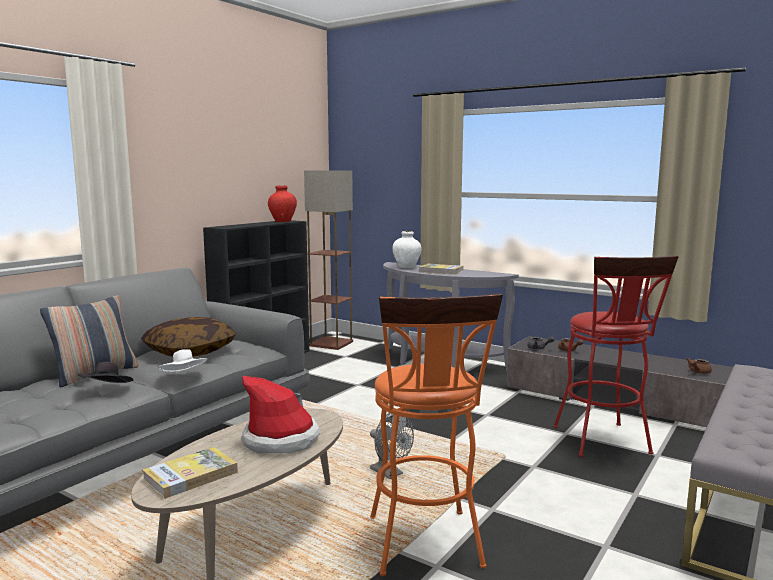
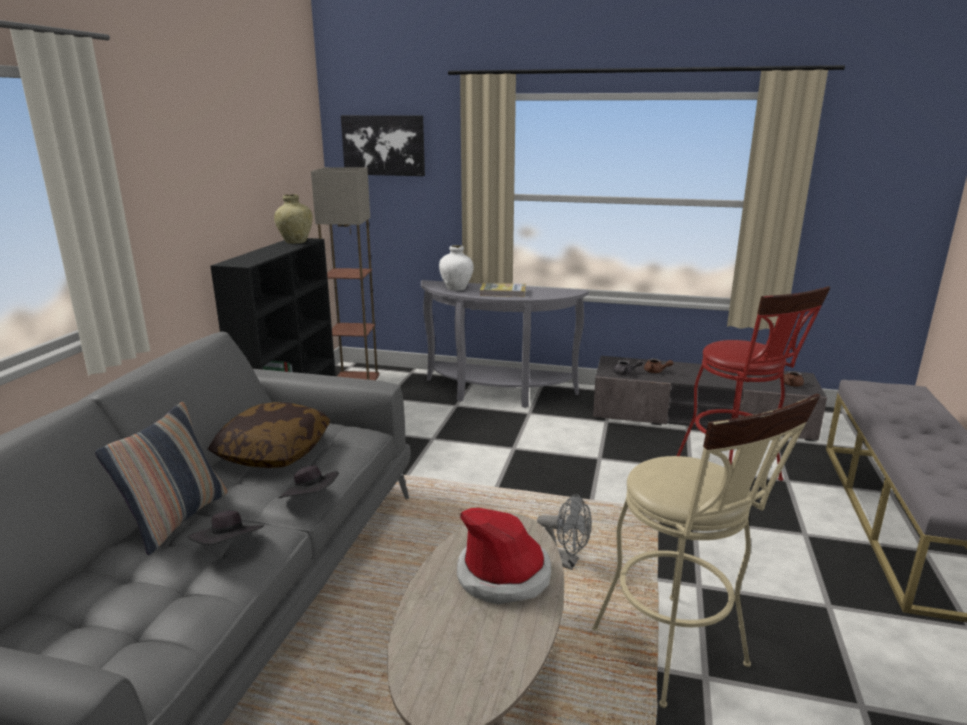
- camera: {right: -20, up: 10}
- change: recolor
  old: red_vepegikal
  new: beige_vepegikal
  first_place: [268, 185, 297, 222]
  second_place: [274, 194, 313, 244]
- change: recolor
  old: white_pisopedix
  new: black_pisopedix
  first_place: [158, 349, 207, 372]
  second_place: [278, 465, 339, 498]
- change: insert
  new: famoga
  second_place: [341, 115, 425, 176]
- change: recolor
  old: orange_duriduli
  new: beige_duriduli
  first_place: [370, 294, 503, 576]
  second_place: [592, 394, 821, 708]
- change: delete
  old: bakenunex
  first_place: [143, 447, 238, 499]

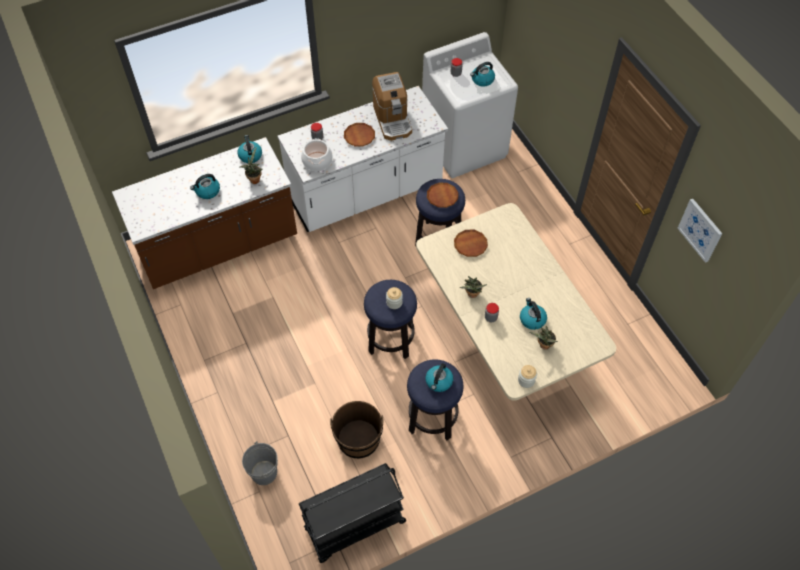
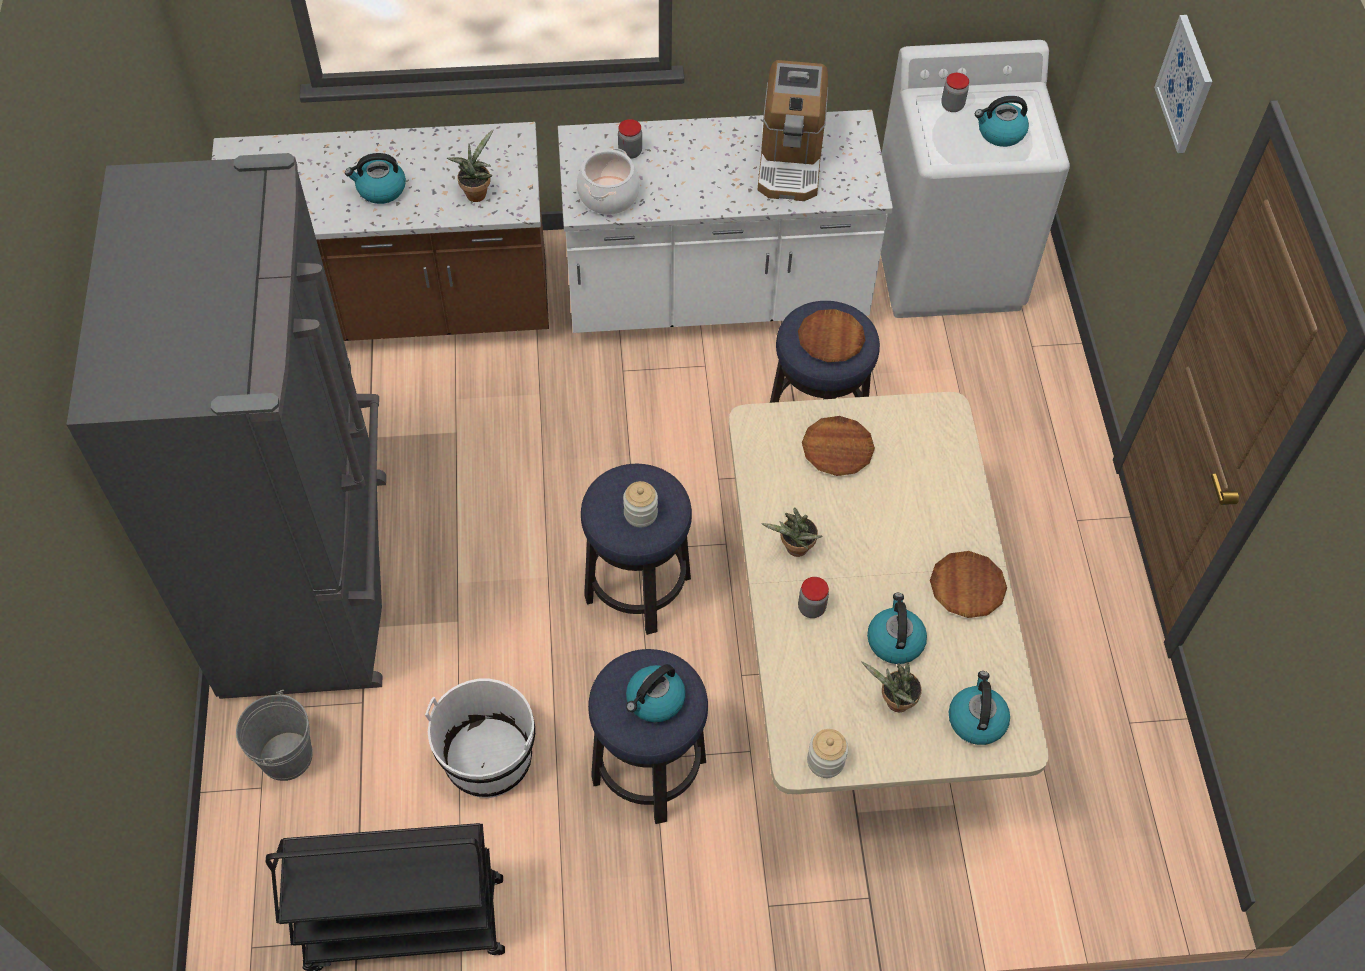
- camera: {right: 20, up: 0}
- change: insert
  new: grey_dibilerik
  second_place: [67, 153, 386, 699]
- change: recolor
  old: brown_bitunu
  new: white_bitunu
  first_place: [330, 401, 383, 459]
  second_place: [425, 678, 535, 798]
- change: move
  old: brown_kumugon
  first_place: [344, 123, 375, 146]
  second_place: [930, 551, 1007, 618]
- change: move
  old: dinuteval
  first_place: [237, 135, 262, 163]
  second_place: [949, 671, 1010, 745]
- change: move
  old: famoga
  first_place: [678, 199, 722, 263]
  second_place: [1154, 15, 1212, 153]

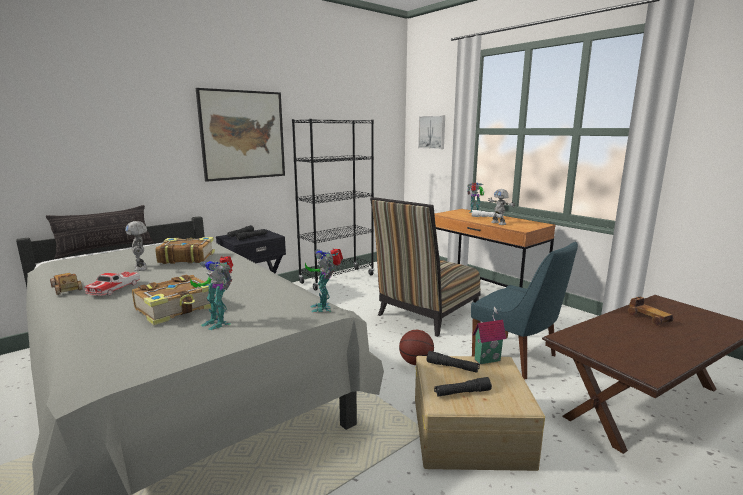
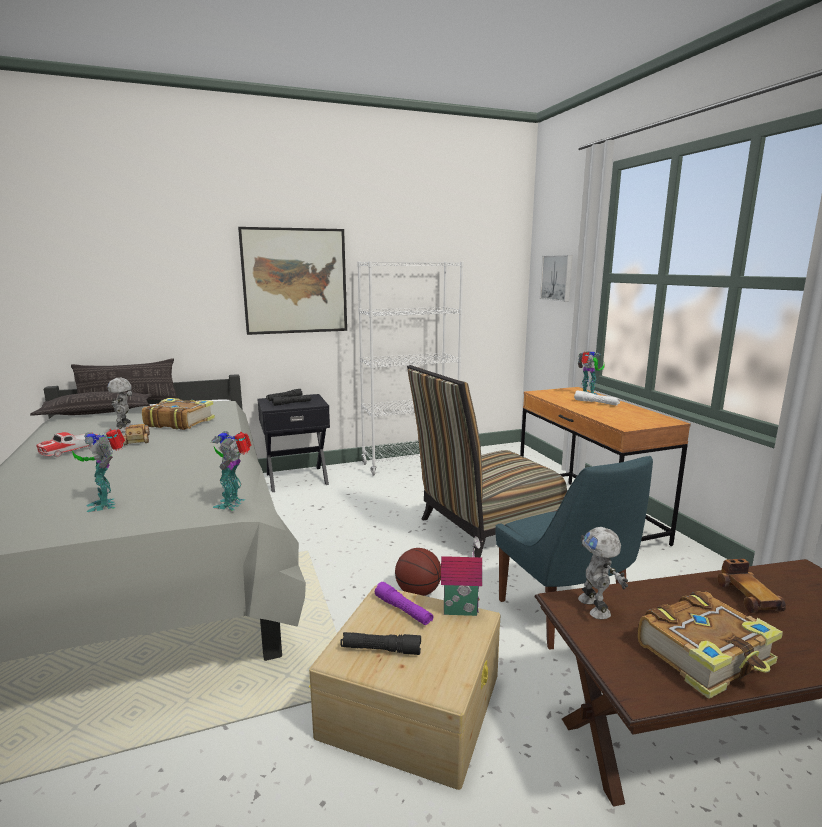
- camera: {right: 20, up: 0}
- change: insert
  new: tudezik
  second_place: [30, 391, 152, 416]
- change: move
  old: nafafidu
  first_place: [50, 273, 82, 295]
  second_place: [123, 424, 150, 445]
- change: recolor
  old: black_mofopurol
  new: white_mofopurol
  first_place: [292, 119, 374, 291]
  second_place: [357, 261, 464, 476]
- change: recolor
  old: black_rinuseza
  new: purple_rinuseza
  first_place: [427, 351, 480, 372]
  second_place: [375, 582, 433, 626]
- change: move
  old: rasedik
  first_place: [488, 189, 515, 225]
  second_place: [578, 527, 628, 619]
- change: move
  old: bakenunex
  first_place: [132, 274, 211, 325]
  second_place: [638, 591, 783, 699]

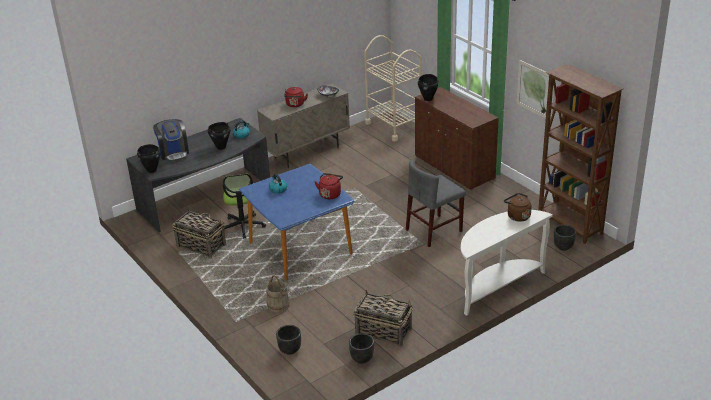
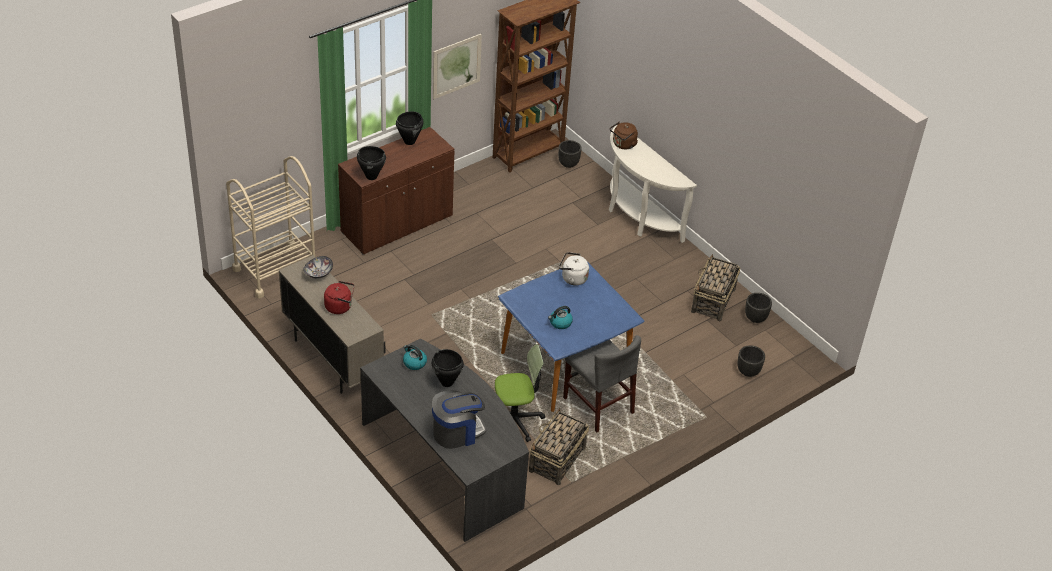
- camera: {right: -95, up: 10}
- change: move
  old: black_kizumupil
  first_place: [137, 144, 161, 173]
  second_place: [396, 111, 423, 145]
- change: recolor
  old: red_dinuteval
  new: white_dinuteval
  first_place: [314, 173, 343, 199]
  second_place: [559, 252, 589, 285]
- change: move
  old: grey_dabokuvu
  first_place: [406, 160, 466, 247]
  second_place: [563, 335, 641, 432]
- change: delete
  old: beige_bitunu
  first_place: [266, 276, 290, 313]

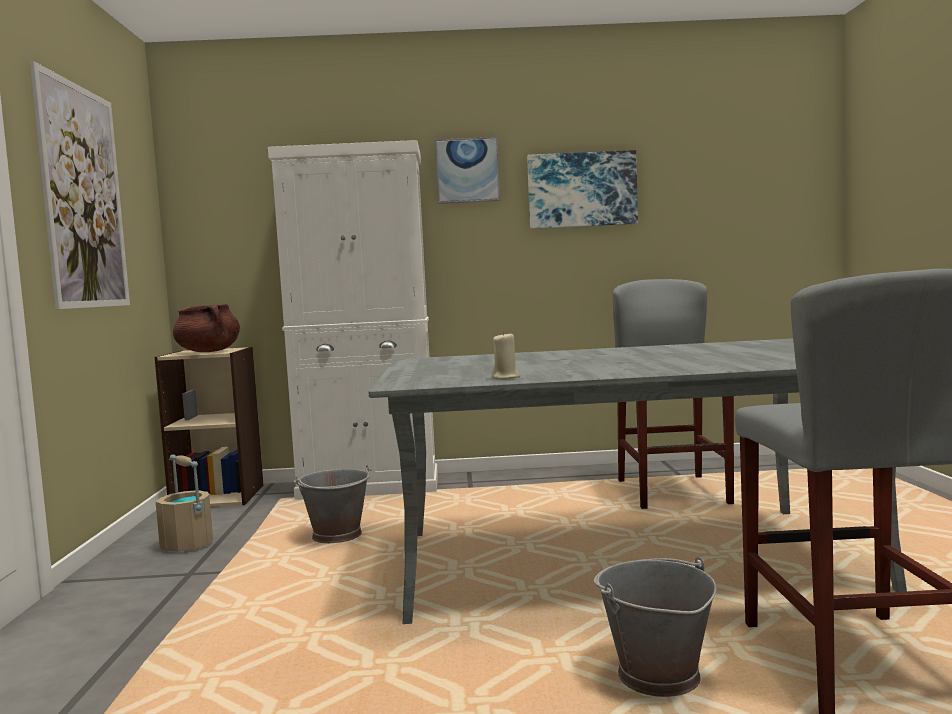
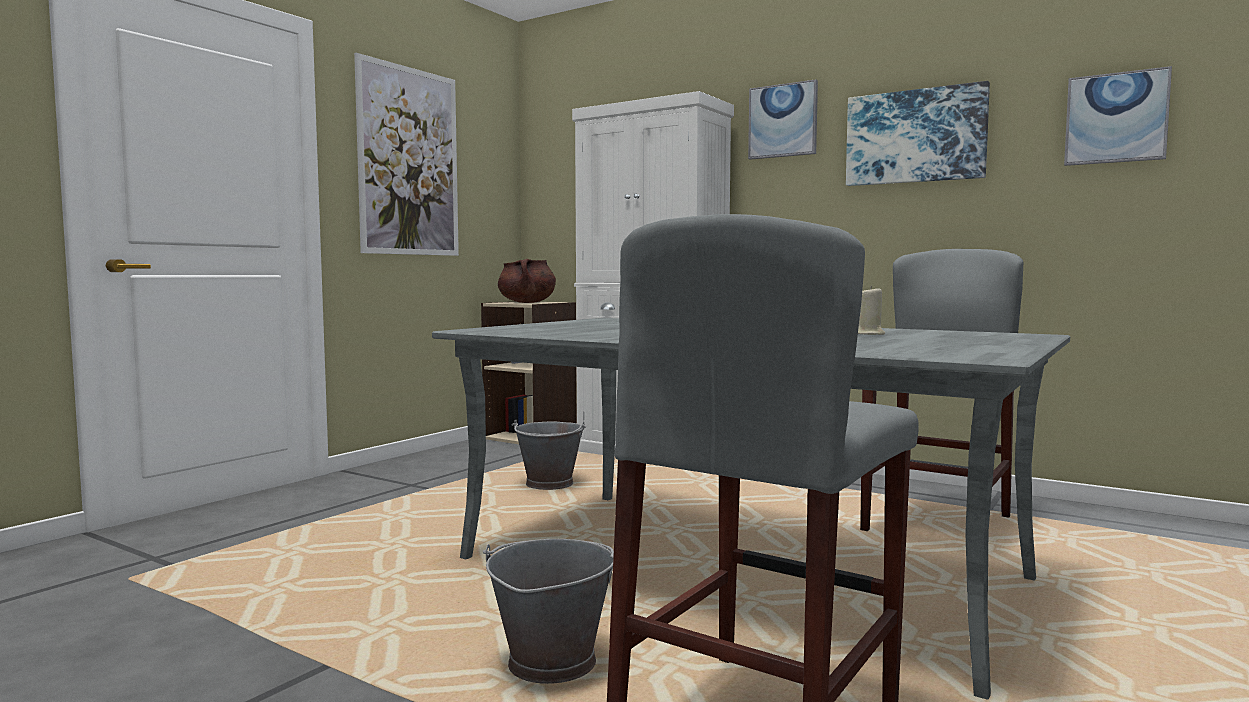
- camera: {right: 35, up: 0}
- change: move
  old: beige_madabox
  first_place: [492, 331, 520, 379]
  second_place: [858, 286, 885, 335]
- change: insert
  new: famoga
  second_place: [1064, 66, 1172, 166]
- change: delete
  old: beige_bitunu
  first_place: [156, 455, 213, 552]

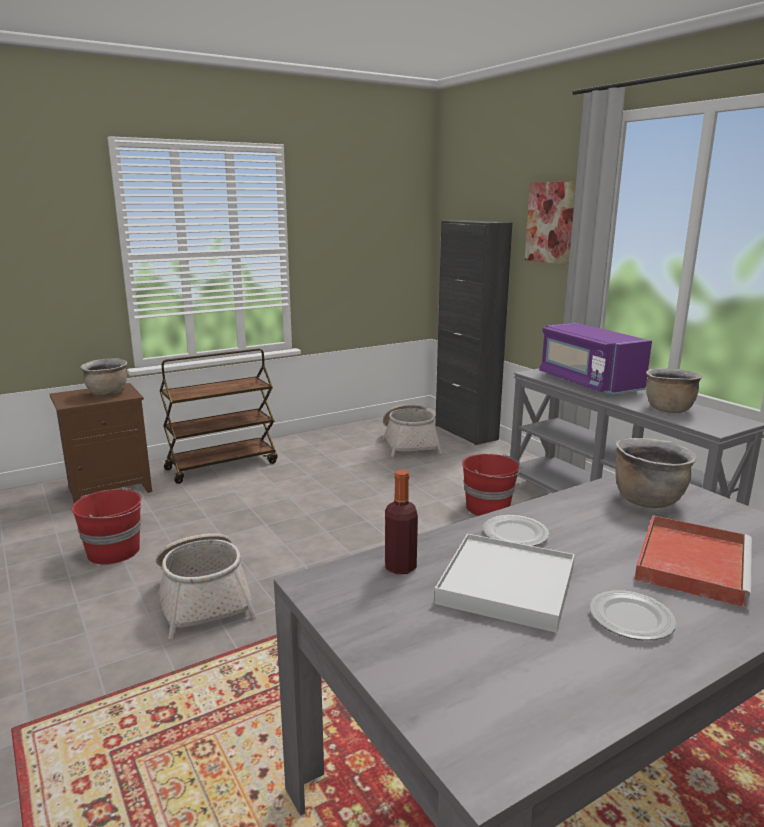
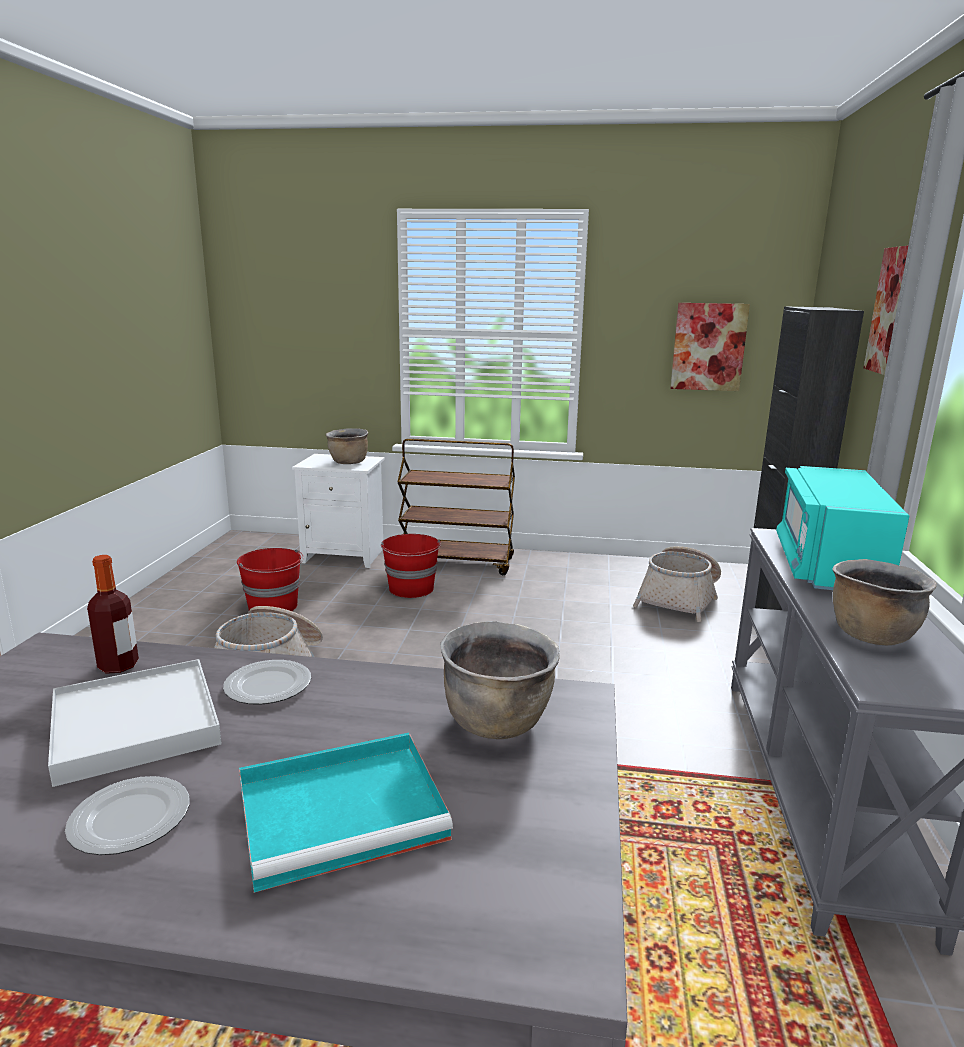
- camera: {right: 40, up: 0}
- change: recolor
  old: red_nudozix
  new: turquoise_nudozix
  first_place: [634, 515, 752, 607]
  second_place: [239, 733, 453, 893]
- change: recolor
  old: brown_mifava
  new: white_mifava
  first_place: [50, 383, 152, 503]
  second_place: [292, 454, 385, 568]
- change: move
  old: red_bitunu
  first_place: [462, 454, 522, 516]
  second_place: [381, 534, 441, 598]
- change: insert
  new: famoga
  second_place: [670, 303, 750, 391]
- change: recolor
  old: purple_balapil
  new: turquoise_balapil
  first_place: [539, 323, 652, 395]
  second_place: [776, 466, 909, 590]

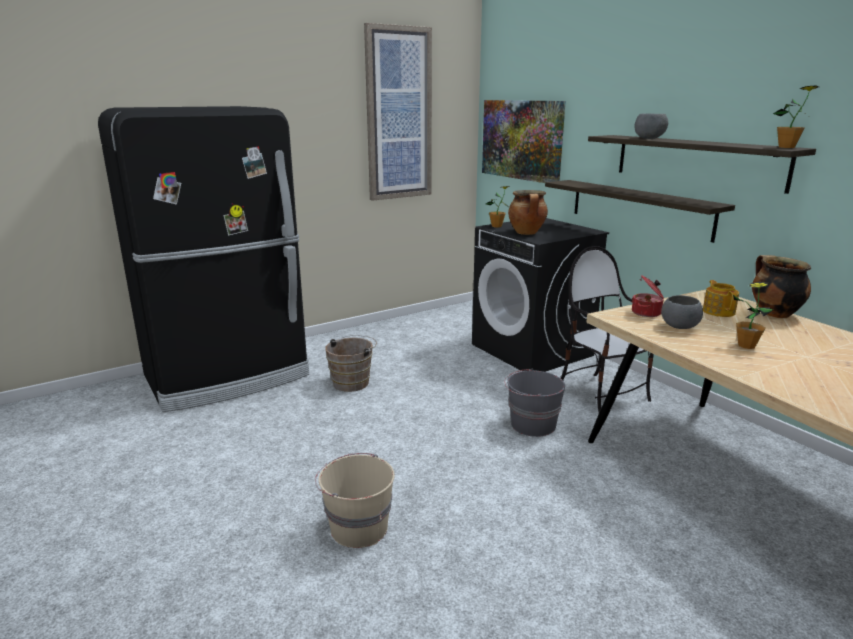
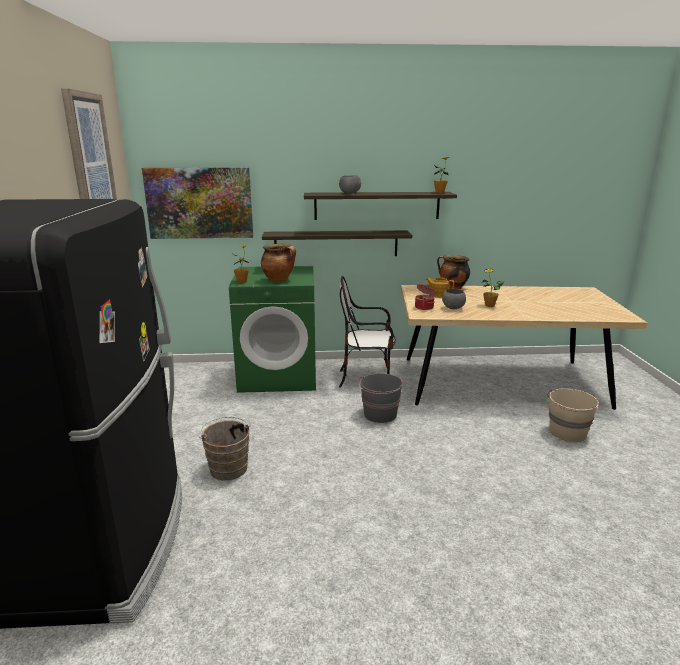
- camera: {right: -60, up: 0}
- change: recolor
  old: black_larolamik
  new: green_larolamik
  first_place: [472, 218, 609, 372]
  second_place: [229, 266, 316, 393]
- change: move
  old: beige_bitunu
  first_place: [315, 453, 395, 548]
  second_place: [547, 388, 599, 442]

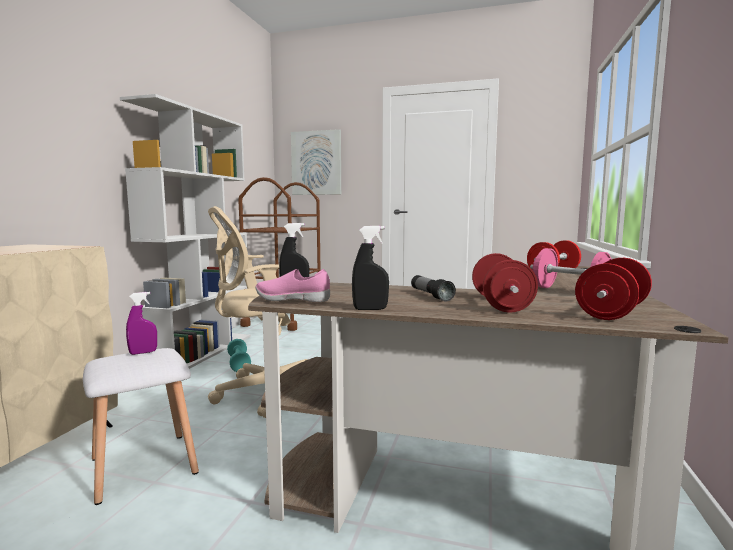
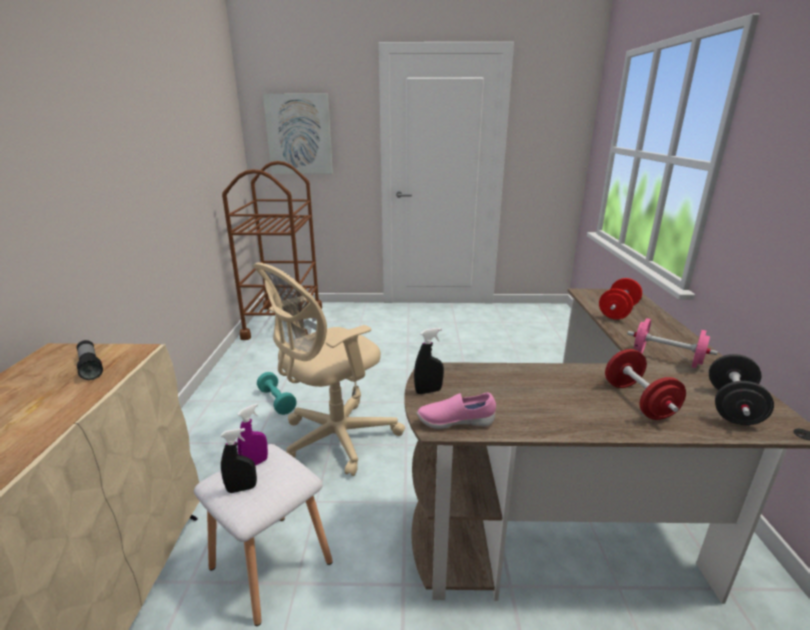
- camera: {right: -15, up: 15}
- change: move
  old: rinuseza
  first_place: [411, 275, 456, 301]
  second_place: [77, 340, 103, 380]
- change: move
  old: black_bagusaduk
  first_place: [352, 226, 389, 310]
  second_place: [221, 428, 257, 493]
- change: recolor
  old: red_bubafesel
  new: black_bubafesel
  first_place: [575, 258, 652, 320]
  second_place: [709, 354, 774, 425]
- change: delete
  old: white_mofopurol
  first_place: [120, 94, 251, 369]

